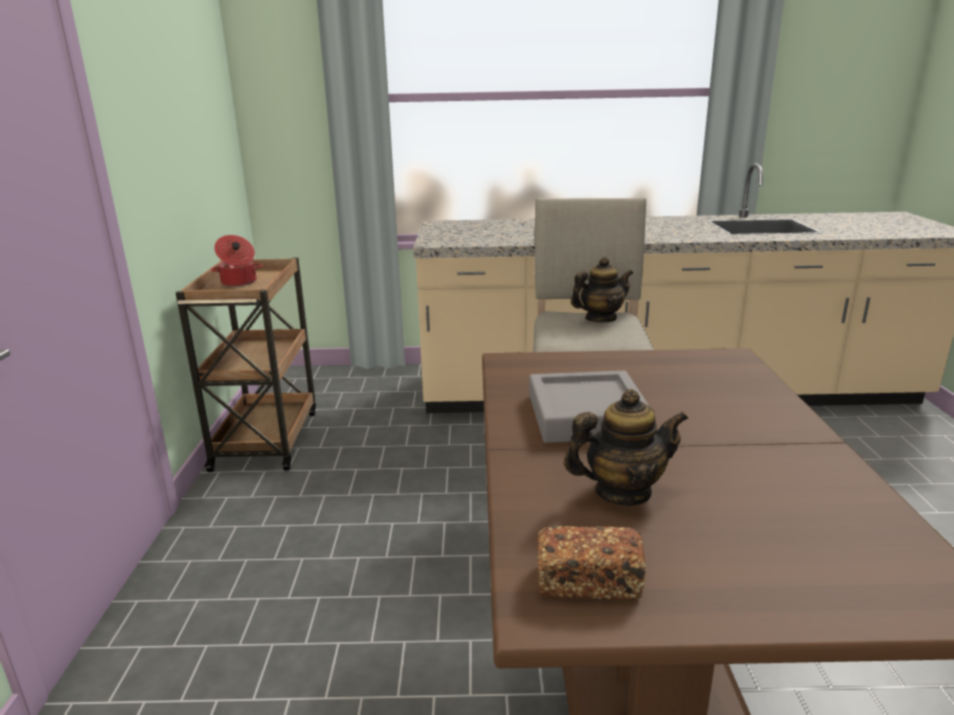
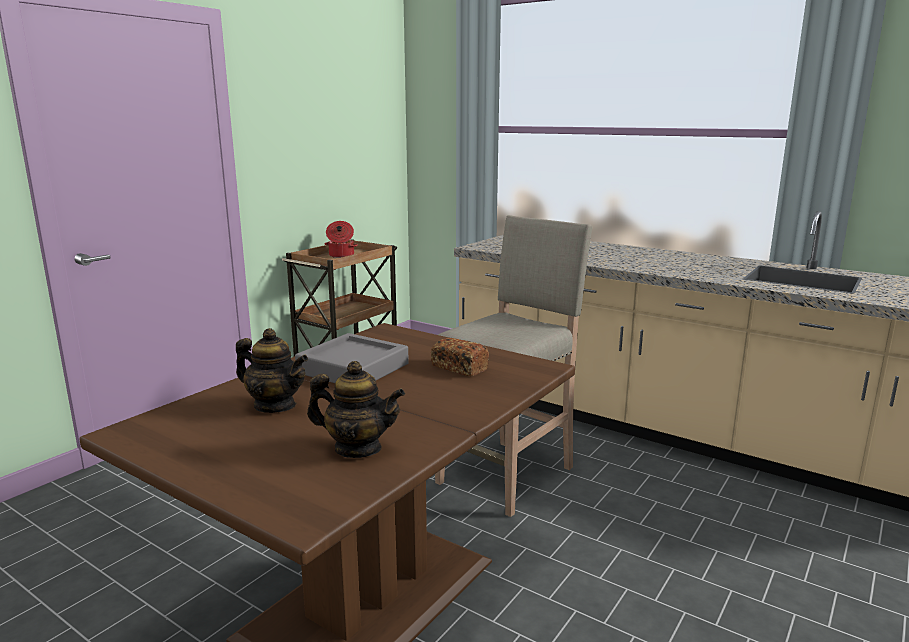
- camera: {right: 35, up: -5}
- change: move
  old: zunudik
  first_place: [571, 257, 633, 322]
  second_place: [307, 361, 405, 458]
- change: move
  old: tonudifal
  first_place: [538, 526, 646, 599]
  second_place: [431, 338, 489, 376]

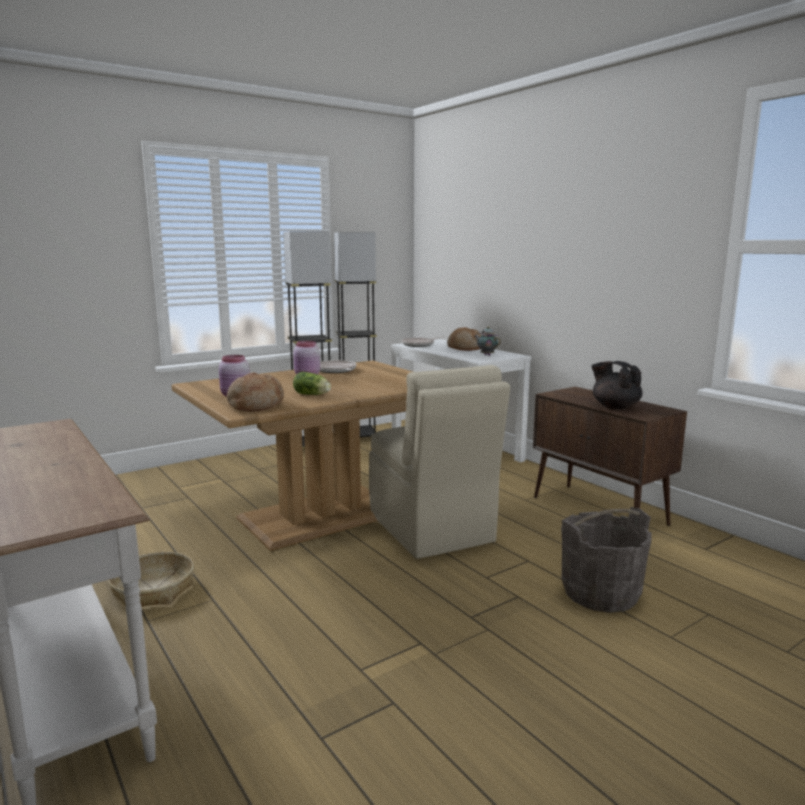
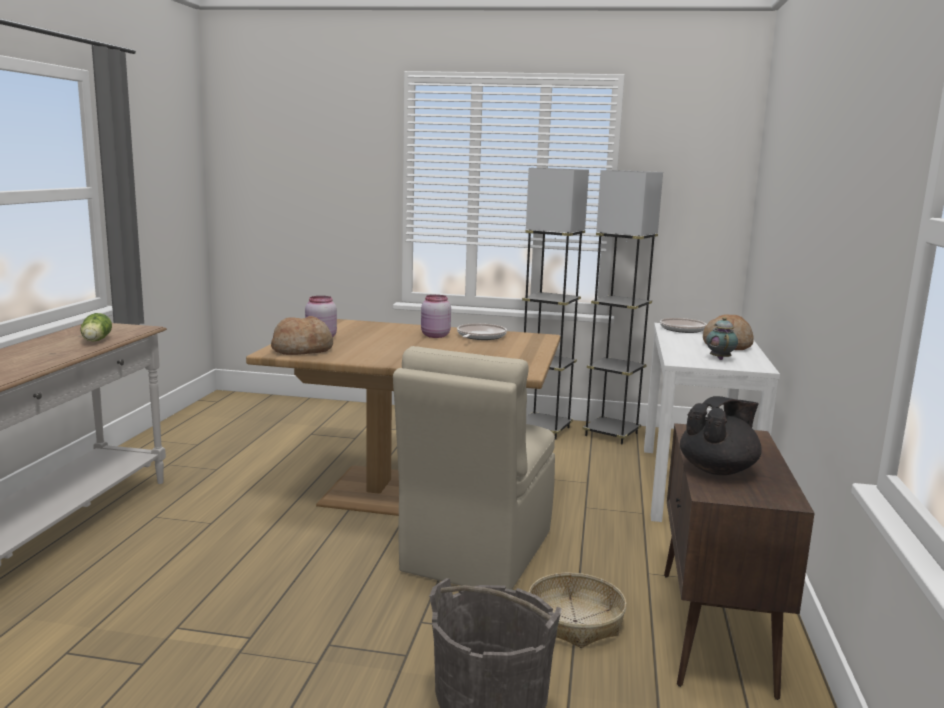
- camera: {right: 45, up: 0}
- change: move
  old: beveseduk
  first_place: [293, 372, 331, 395]
  second_place: [80, 313, 112, 342]
- change: move
  old: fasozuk
  first_place: [108, 552, 194, 607]
  second_place: [529, 573, 627, 648]
- change: rotate
  old: black_zunudik
  first_place: [591, 361, 642, 409]
  second_place: [680, 396, 762, 475]
  degrees: 45

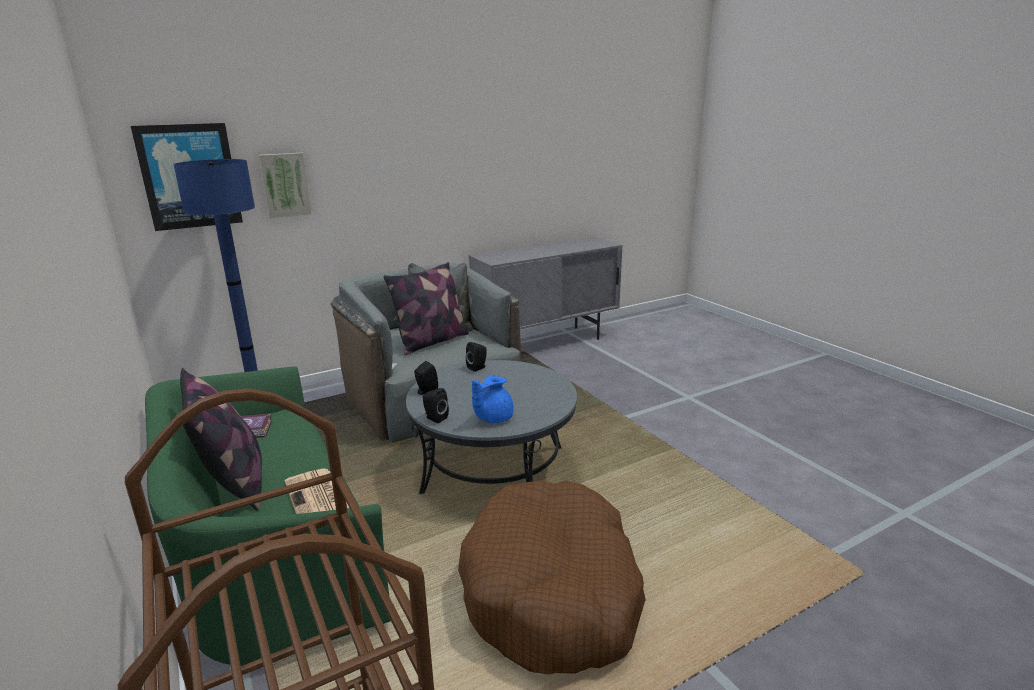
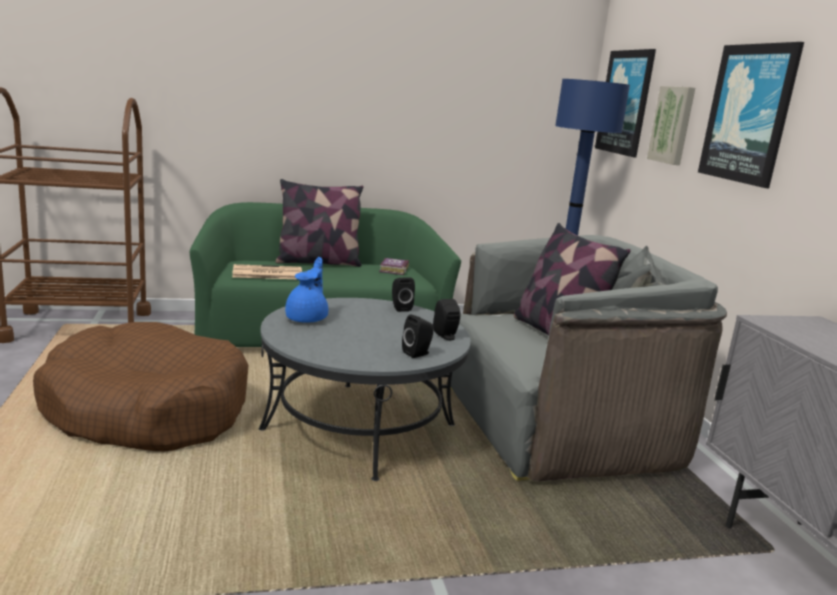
- camera: {right: 105, up: -5}
- change: rotate
  old: blue_zunudik
  first_place: [472, 375, 514, 423]
  second_place: [285, 257, 328, 322]
  degrees: 45
- change: move
  old: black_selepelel
  first_place: [423, 388, 449, 423]
  second_place: [402, 315, 434, 358]
- change: insert
  new: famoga
  second_place: [698, 42, 804, 188]

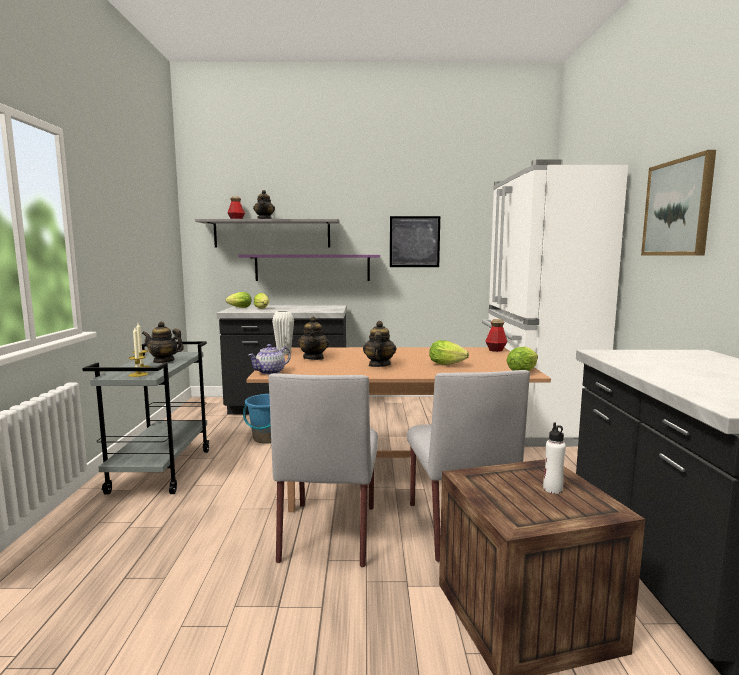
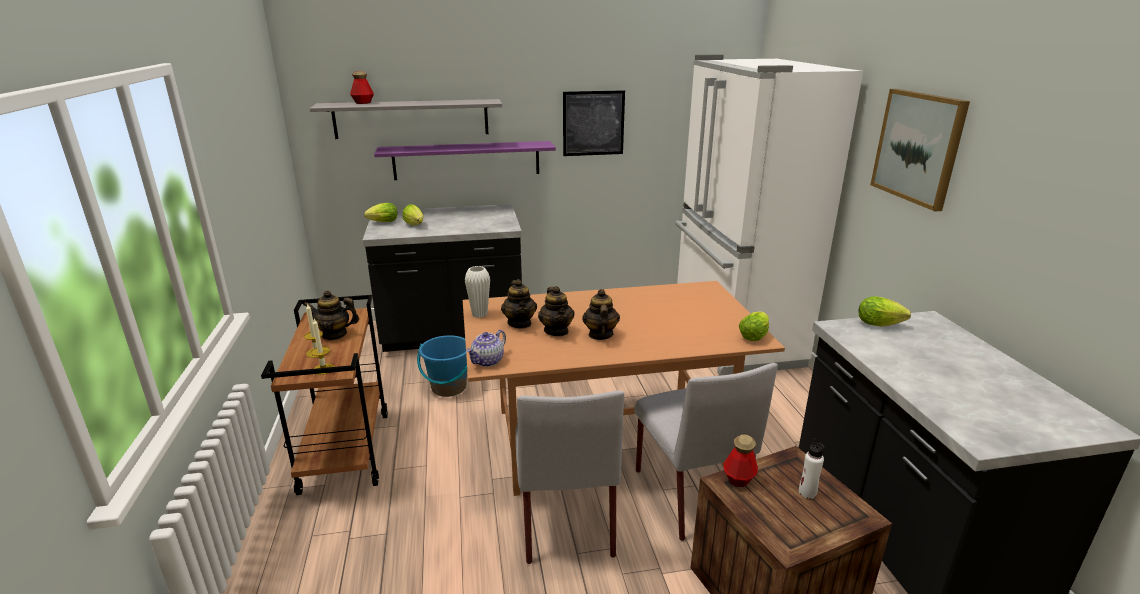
- camera: {right: -10, up: 15}
- change: recolor
  old: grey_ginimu
  new: brown_ginimu
  first_place: [82, 341, 210, 494]
  second_place: [261, 295, 388, 495]
- change: move
  old: zunudik
  first_place: [253, 190, 275, 219]
  second_place: [538, 286, 575, 336]
- change: move
  old: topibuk
  first_place: [486, 319, 507, 352]
  second_place: [724, 434, 758, 487]
- change: move
  old: beveseduk
  first_place: [429, 340, 469, 365]
  second_place: [859, 296, 911, 326]

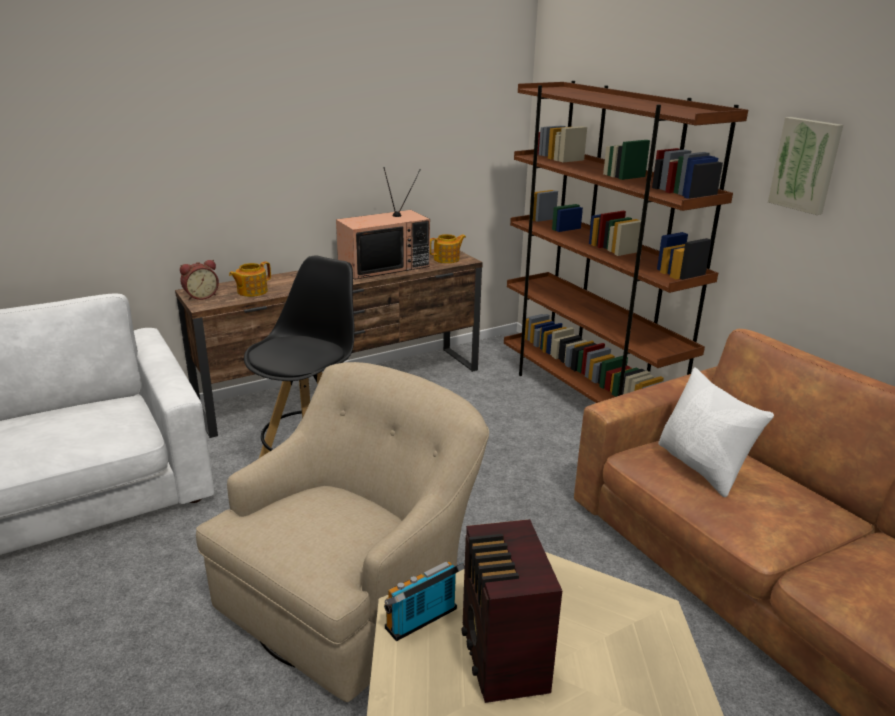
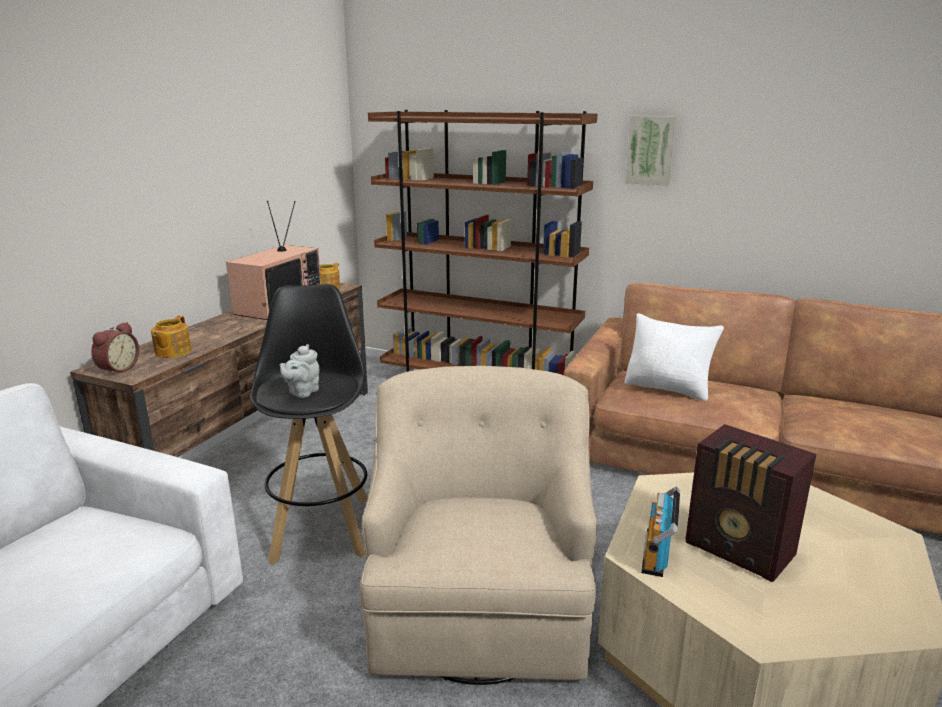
- camera: {right: -35, up: -5}
- change: insert
  new: grey_zunudik
  second_place: [279, 344, 319, 398]

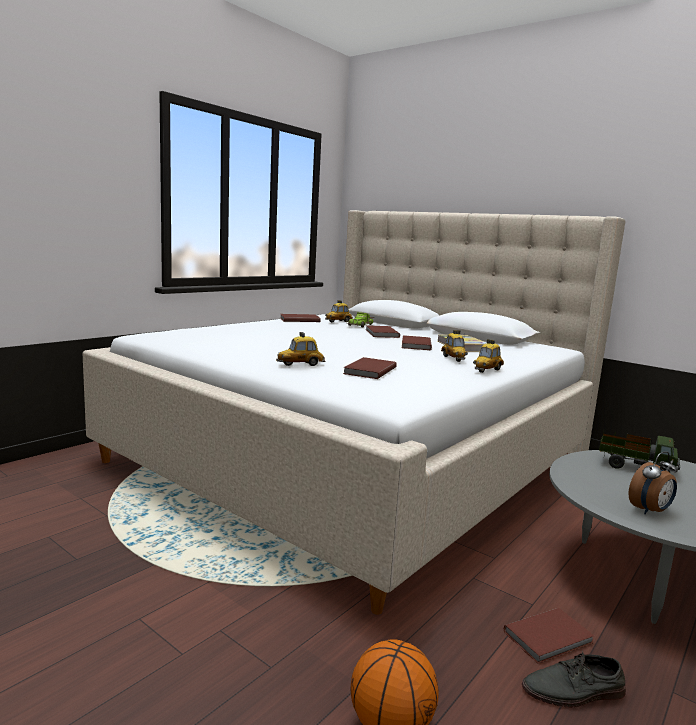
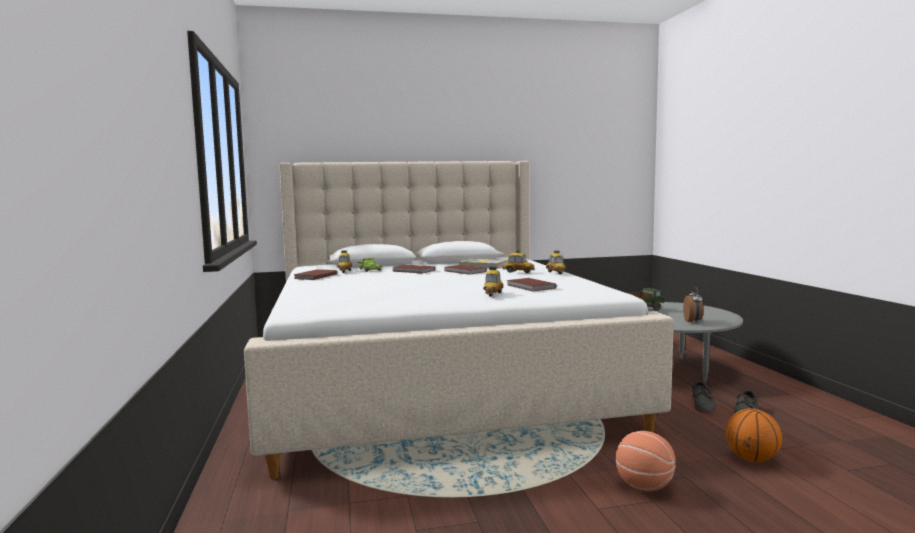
- camera: {right: -50, up: -5}
- change: insert
  new: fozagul
  second_place: [616, 431, 676, 491]
- change: replace
  old: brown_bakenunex
  new: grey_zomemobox
  first_place: [504, 608, 594, 664]
  second_place: [692, 381, 716, 413]

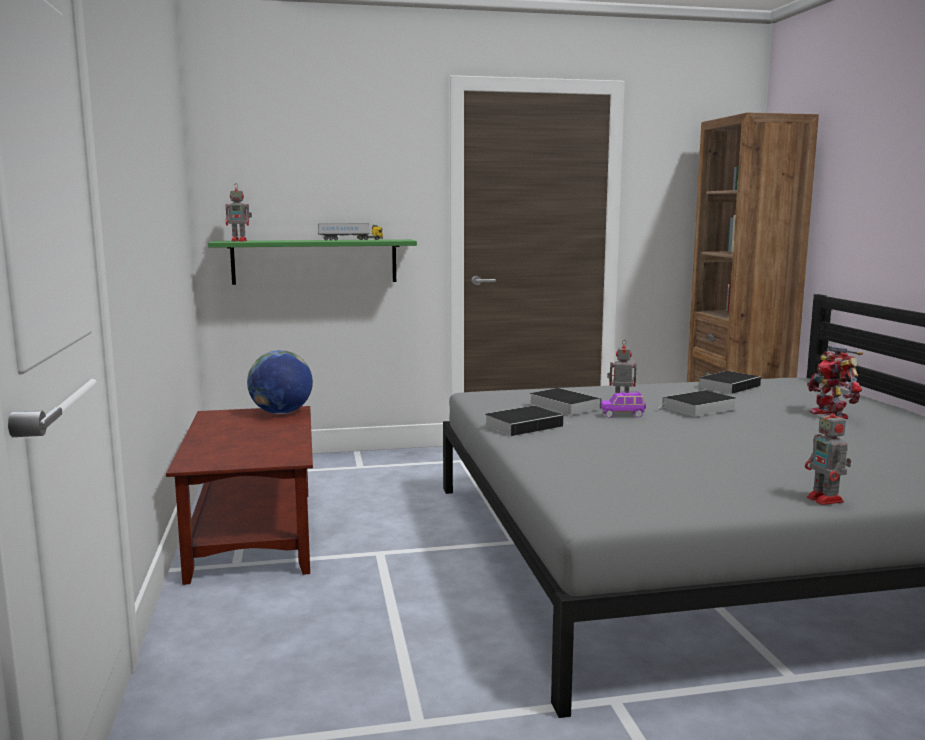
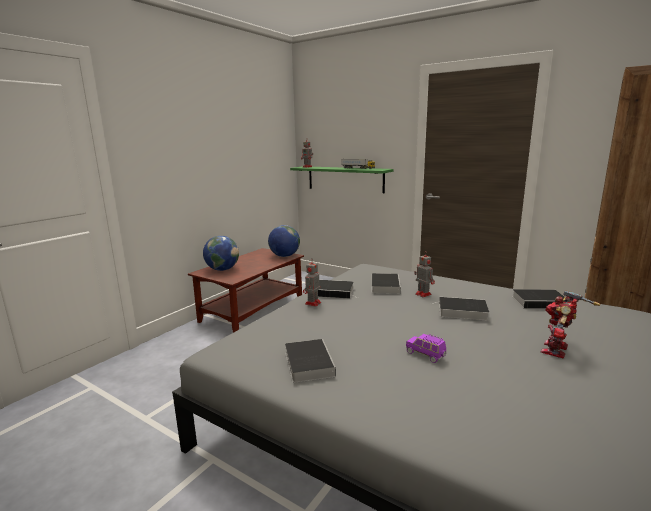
- camera: {right: 45, up: 5}
- change: insert
  new: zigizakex
  second_place: [203, 236, 239, 271]
- change: insert
  new: bakenunex
  second_place: [285, 339, 336, 383]
- change: move
  old: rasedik
  first_place: [805, 405, 851, 505]
  second_place: [303, 259, 321, 307]
- change: move
  old: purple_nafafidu
  first_place: [601, 391, 646, 418]
  second_place: [406, 334, 446, 363]

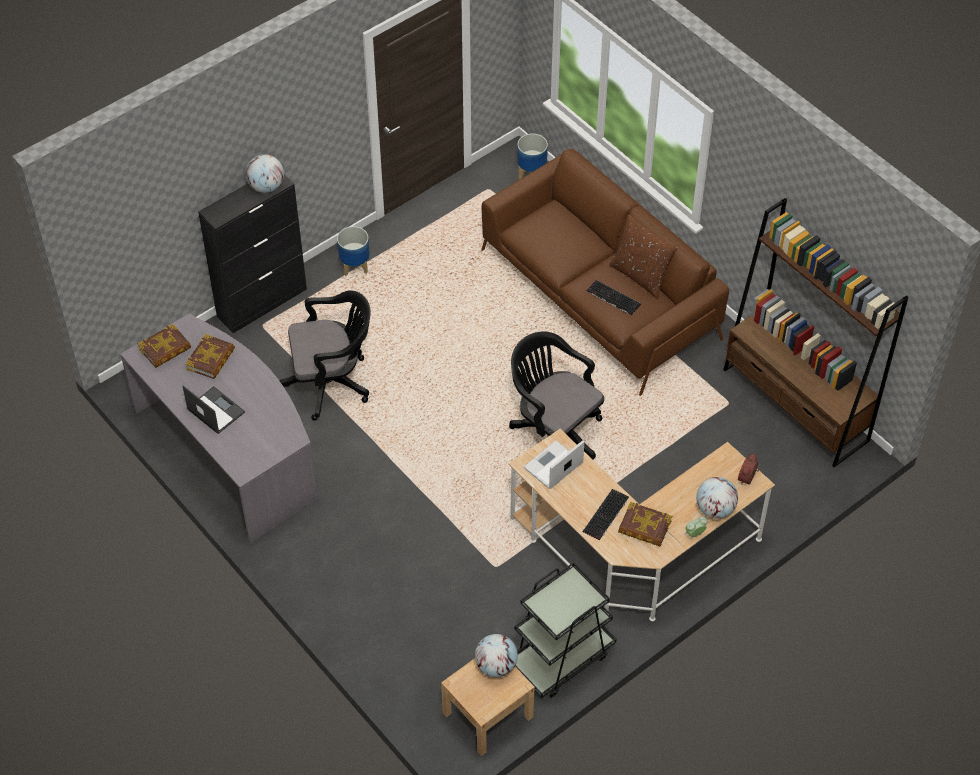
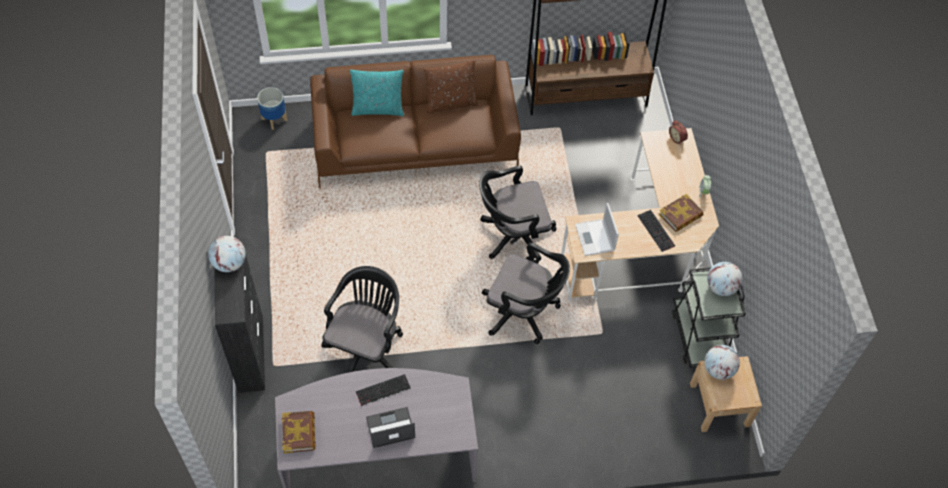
- camera: {right: -60, up: 5}
- change: insert
  new: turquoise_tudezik
  second_place: [350, 70, 404, 116]
- change: move
  old: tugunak
  first_place: [587, 280, 641, 315]
  second_place: [356, 374, 411, 406]
- change: insert
  new: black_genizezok
  second_place: [482, 242, 570, 344]
- change: move
  old: zigizakex
  first_place: [696, 477, 738, 519]
  second_place: [707, 262, 742, 296]
- change: delete
  old: bakenunex
  first_place: [185, 334, 235, 379]
- change: delete
  old: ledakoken
  first_place: [337, 226, 370, 276]

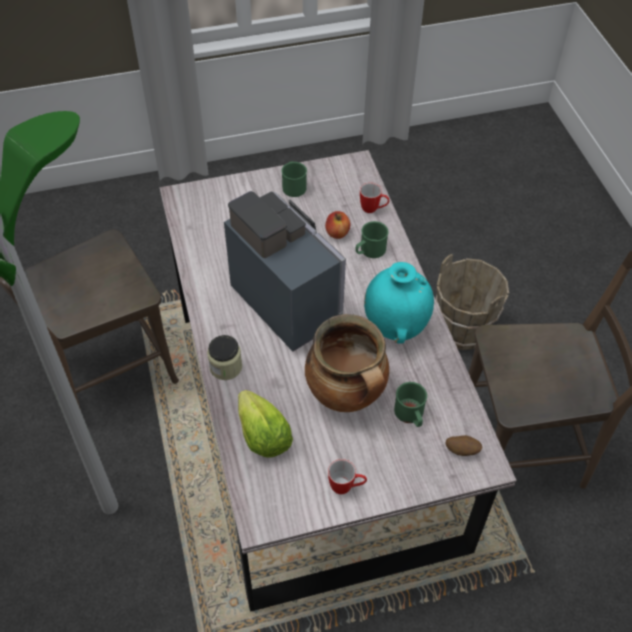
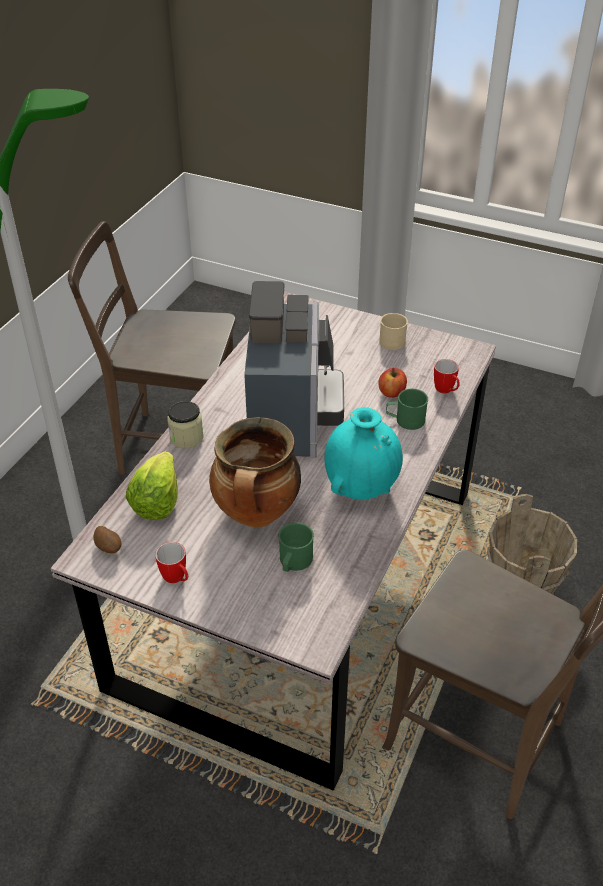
- camera: {right: 40, up: -10}
- change: move
  old: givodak
  first_place: [445, 435, 482, 456]
  second_place: [94, 526, 121, 553]
- change: recolor
  old: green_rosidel
  new: beige_rosidel
  first_place: [281, 161, 307, 197]
  second_place: [379, 313, 408, 350]

